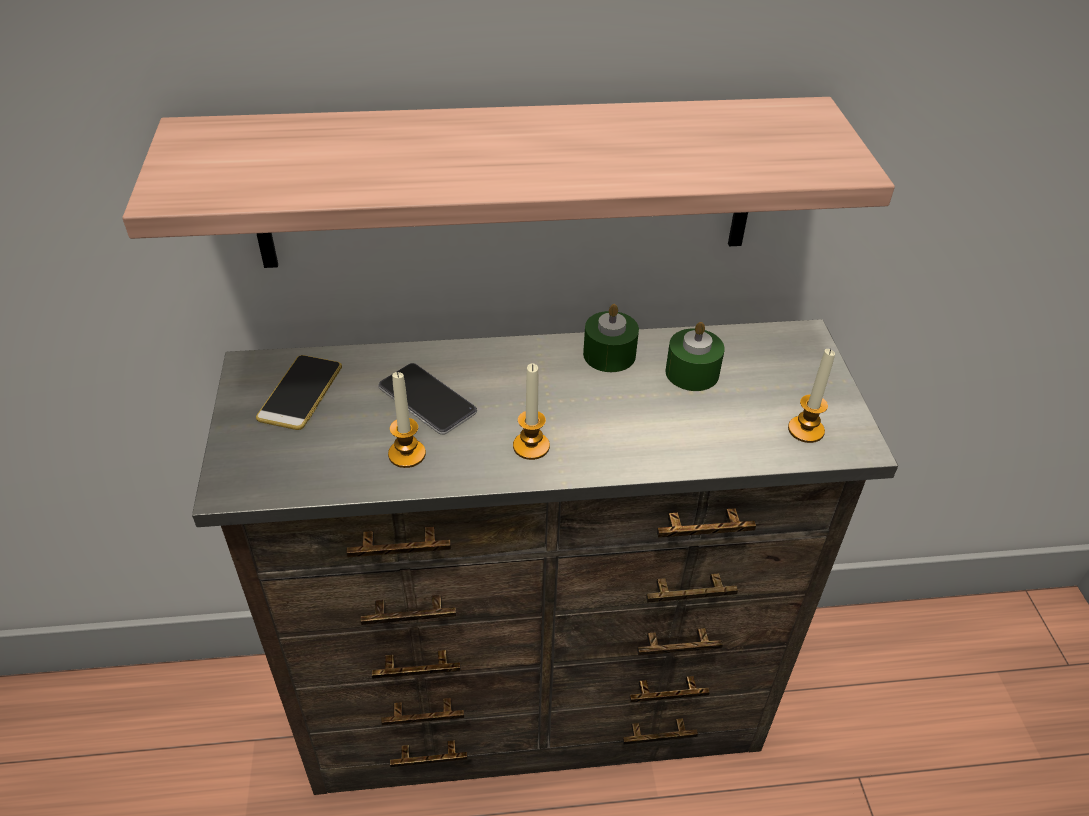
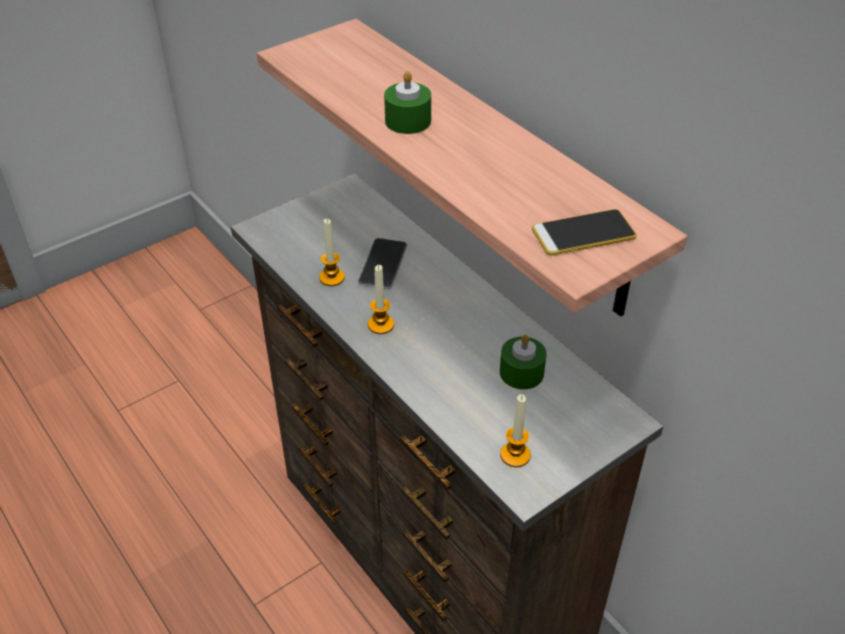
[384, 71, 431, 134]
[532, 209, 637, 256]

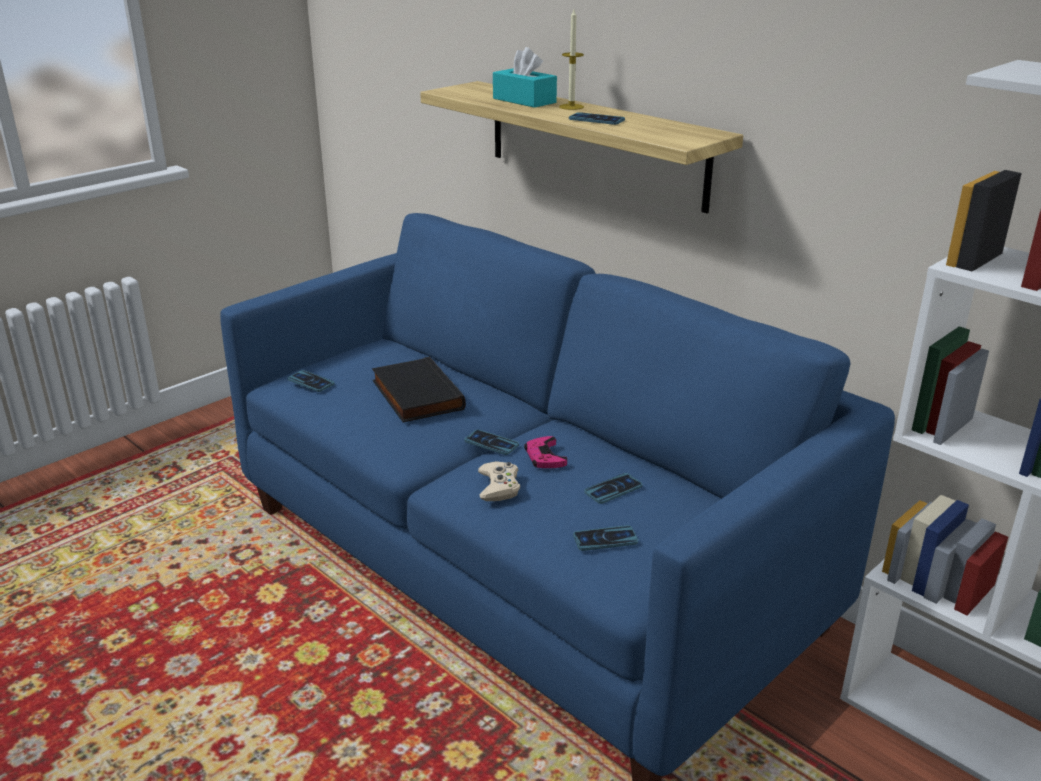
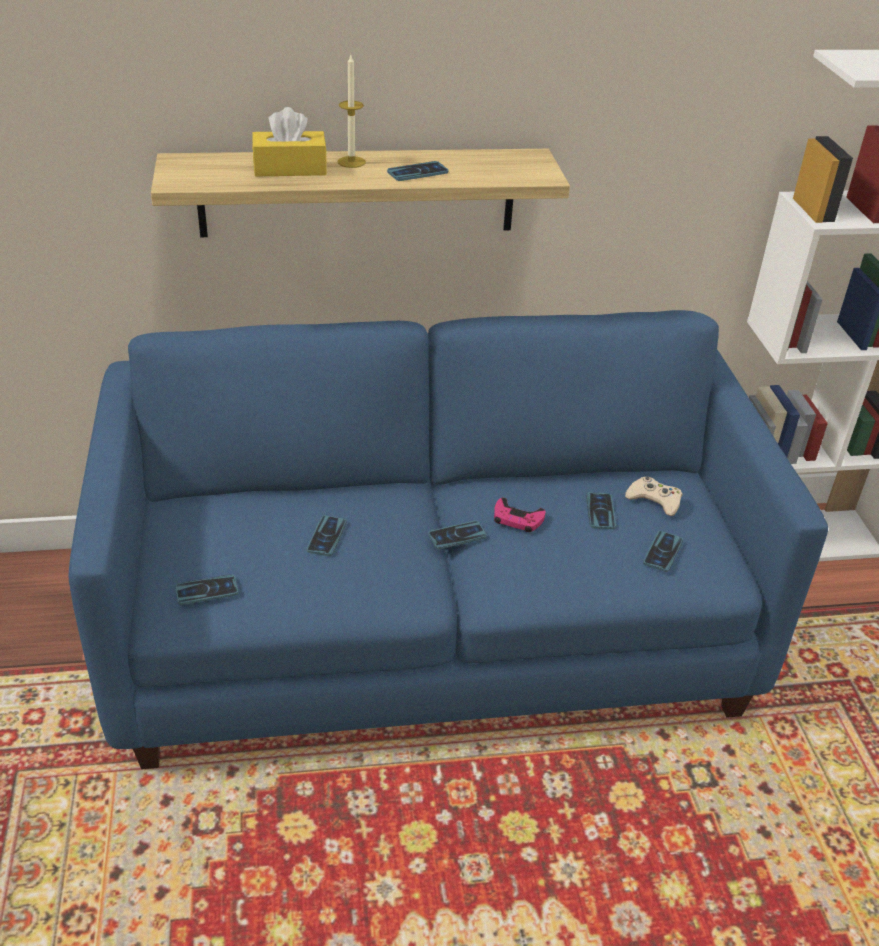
[252, 107, 327, 176]
[307, 515, 347, 556]
[625, 476, 682, 516]

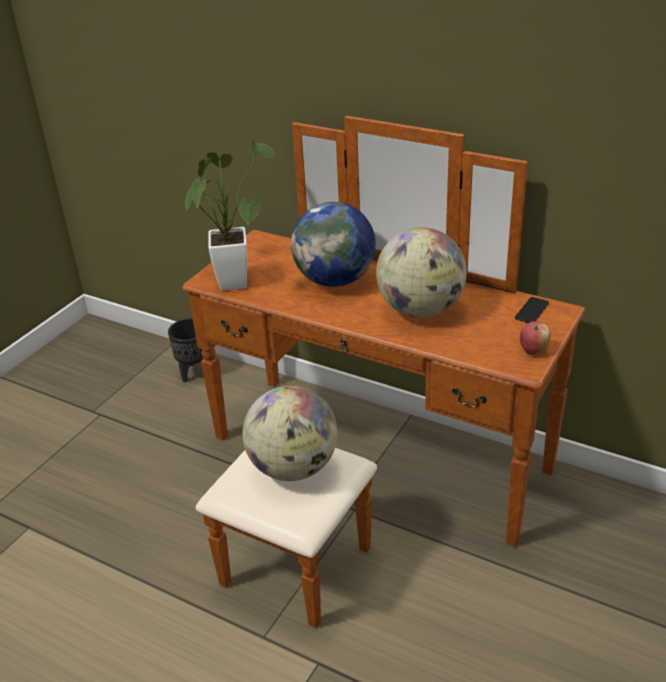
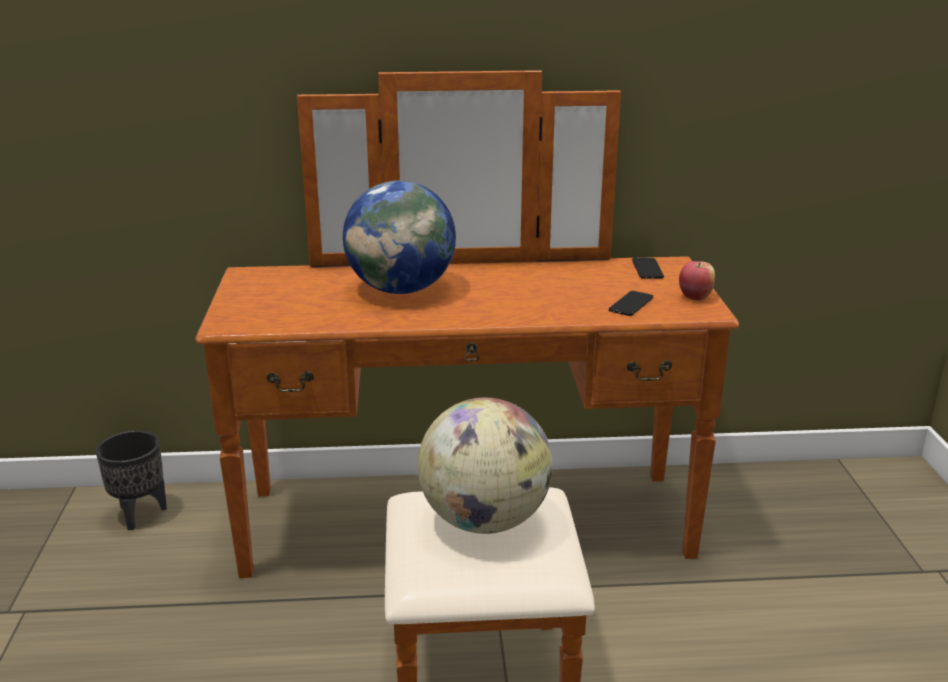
[185, 140, 276, 291] (first image)
[376, 227, 467, 318] (first image)
[609, 291, 653, 316]

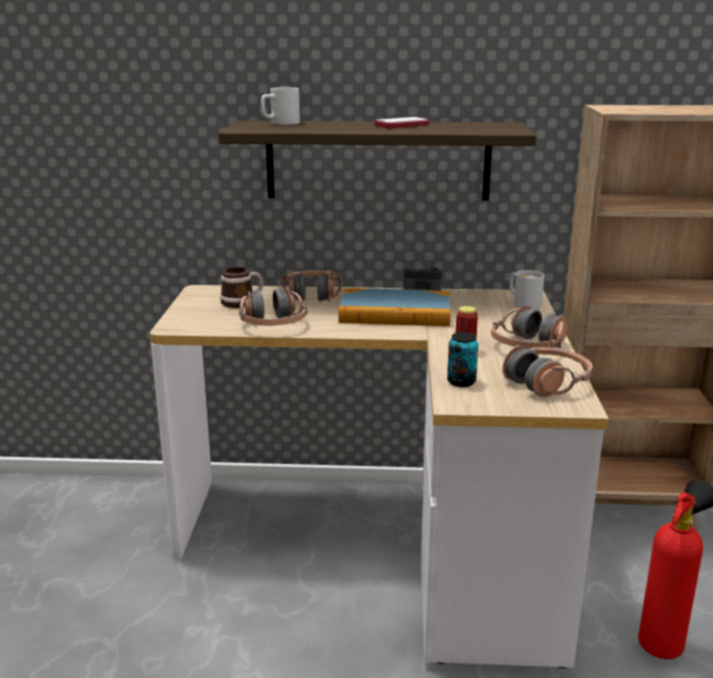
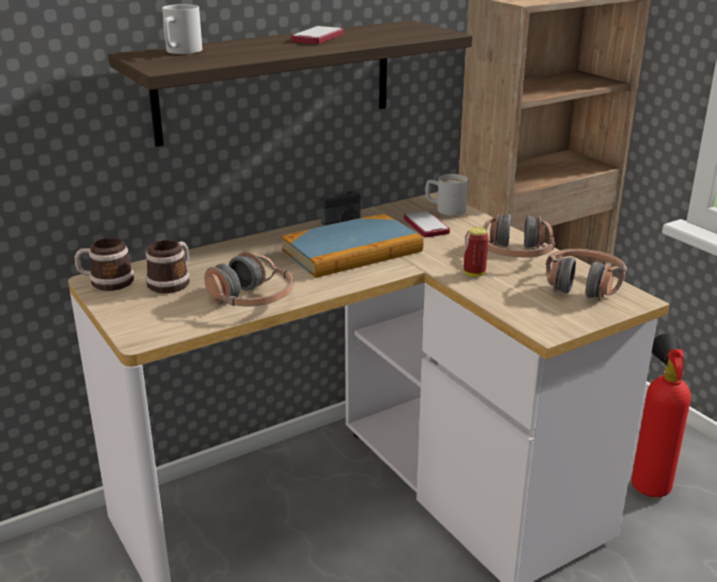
[282, 270, 343, 302] (first image)
[447, 332, 478, 387] (first image)
[404, 211, 450, 237]
[75, 238, 134, 291]

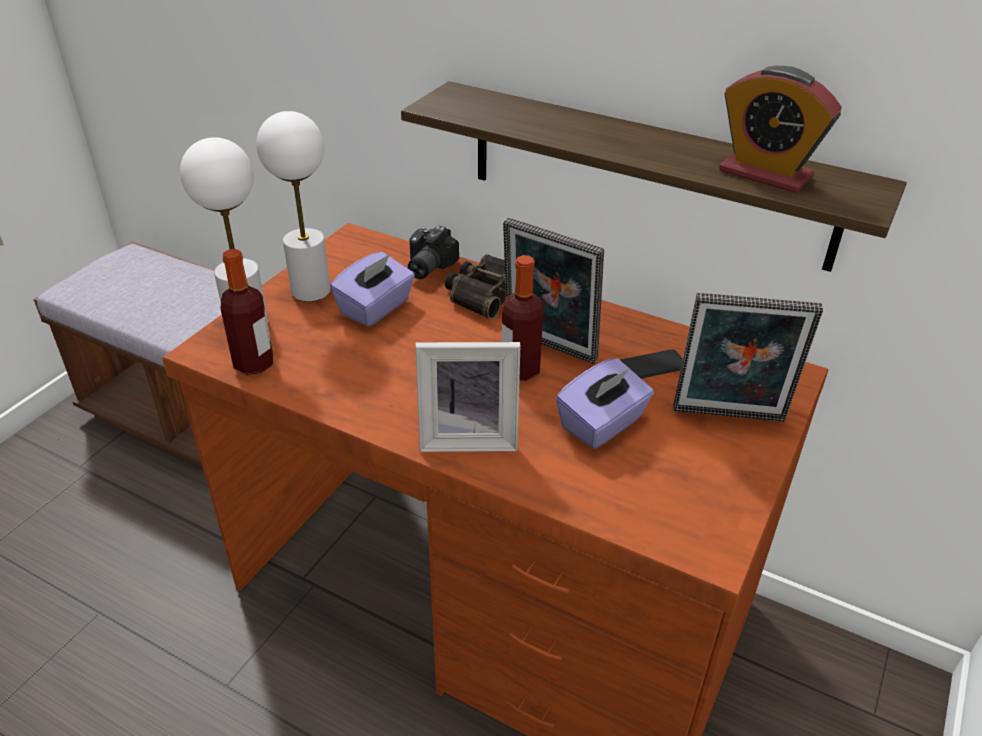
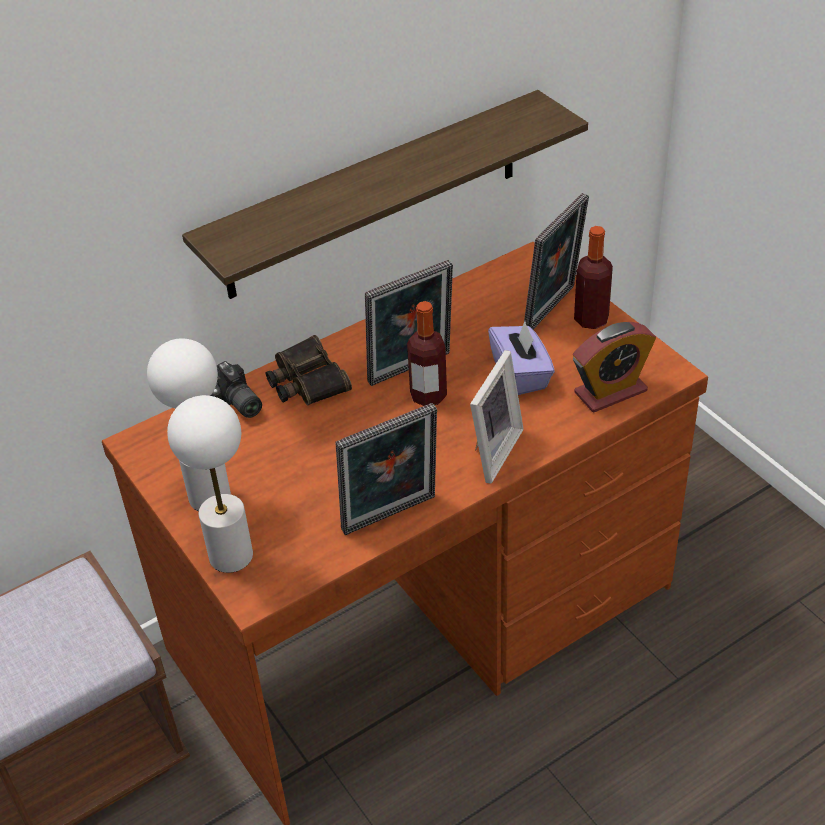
[573, 322, 656, 413]
[574, 226, 613, 329]
[330, 252, 415, 327] (first image)
[620, 349, 683, 379] (first image)
[336, 403, 437, 535]

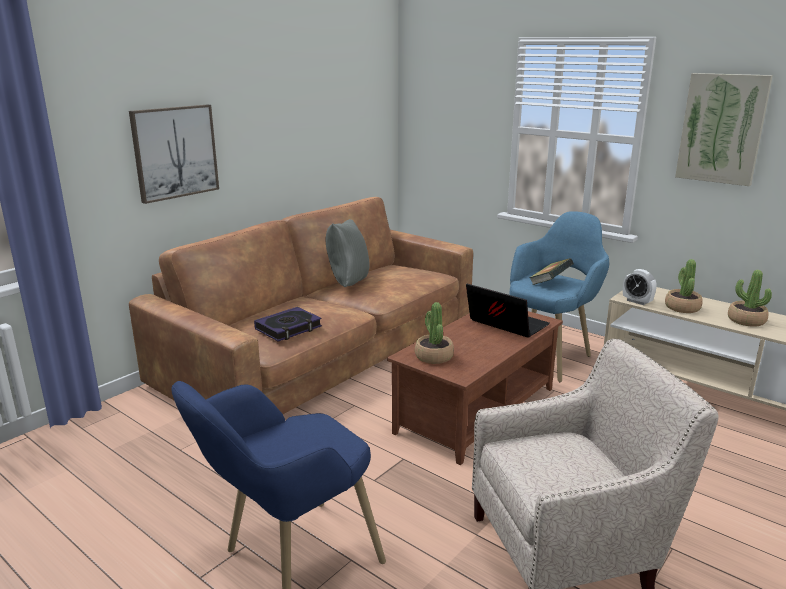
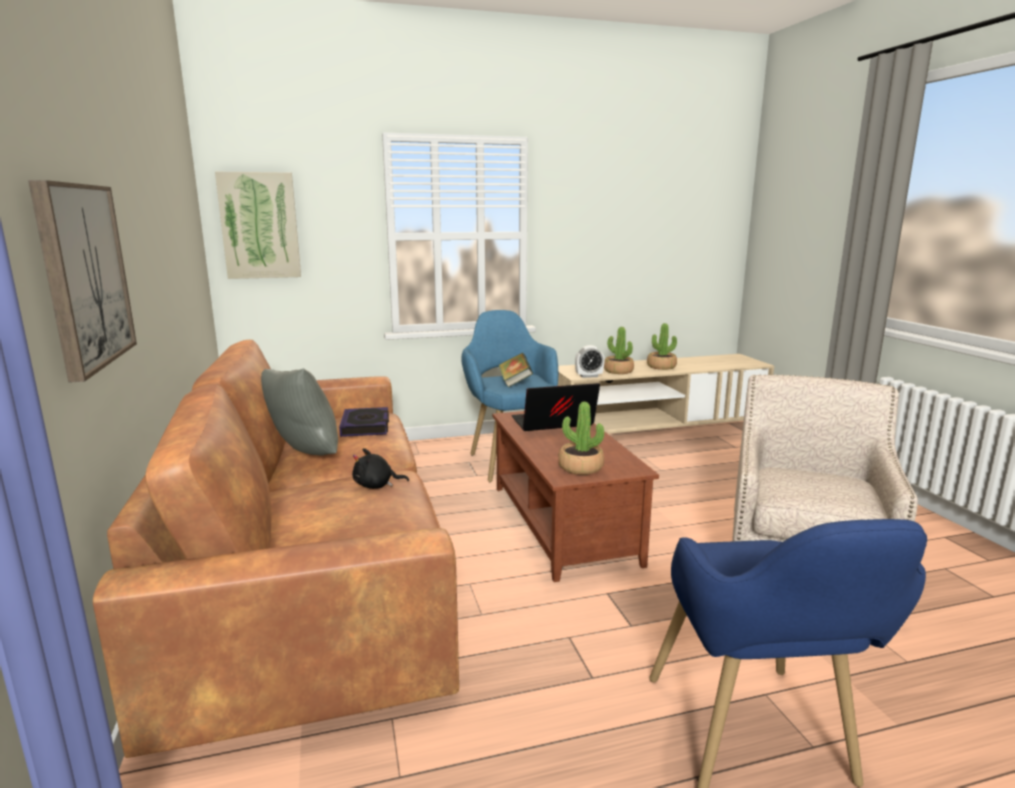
[215, 172, 301, 279]
[339, 407, 389, 437]
[352, 448, 409, 489]

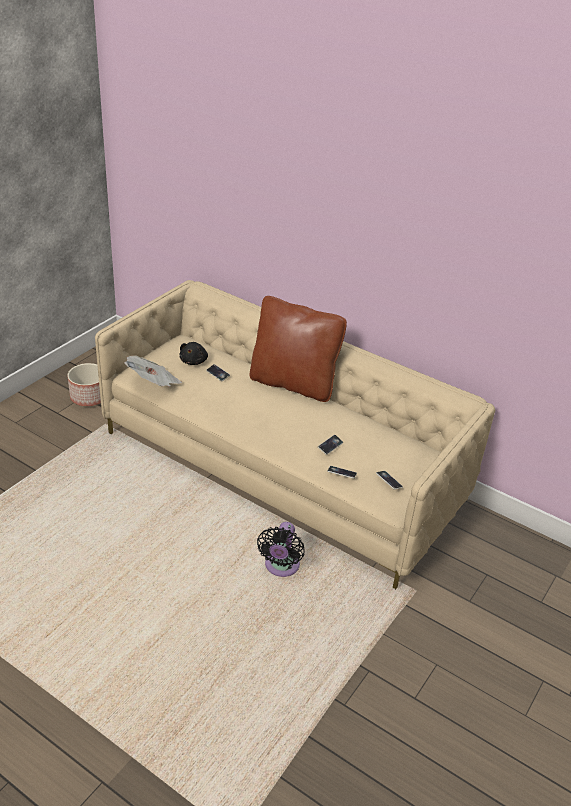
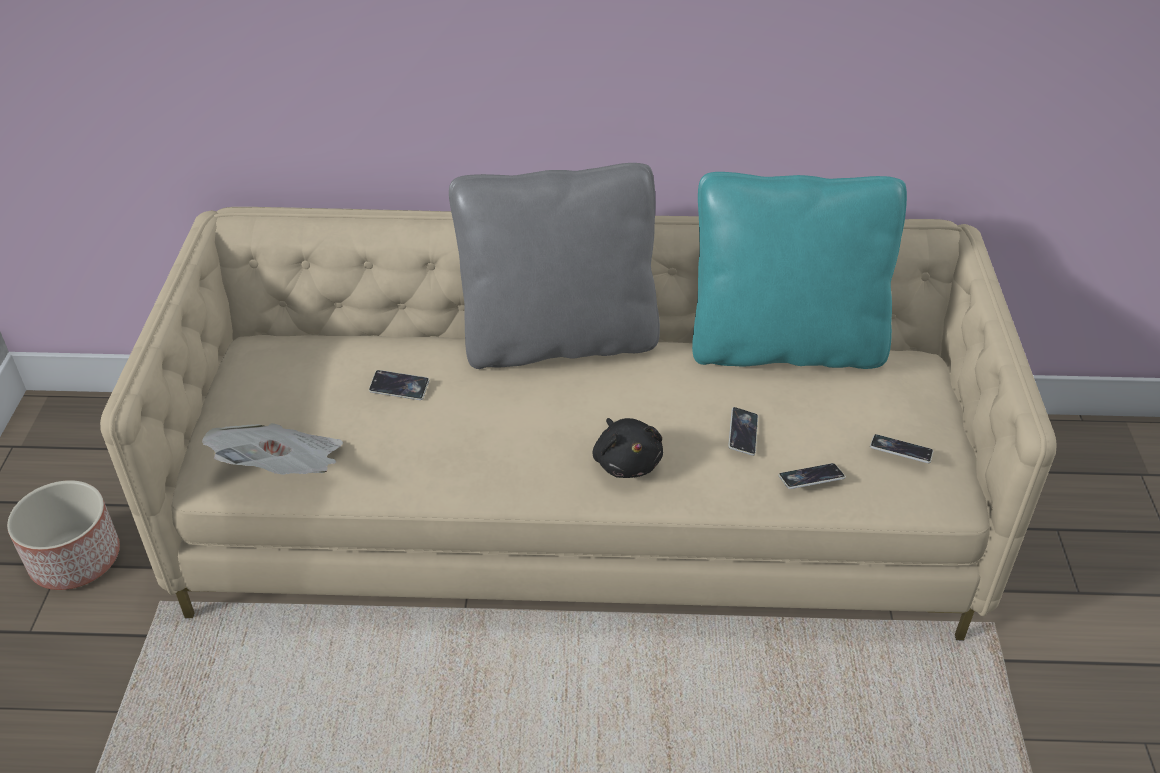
[449, 163, 660, 369]
[593, 418, 663, 478]
[257, 522, 305, 577] (first image)
[692, 172, 907, 369]

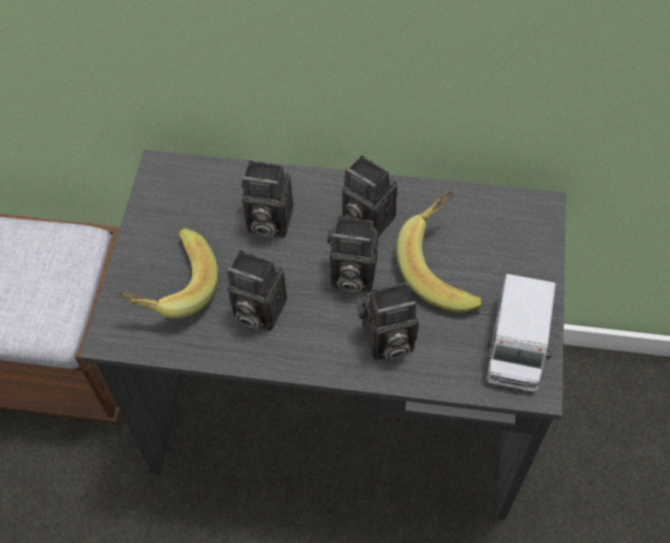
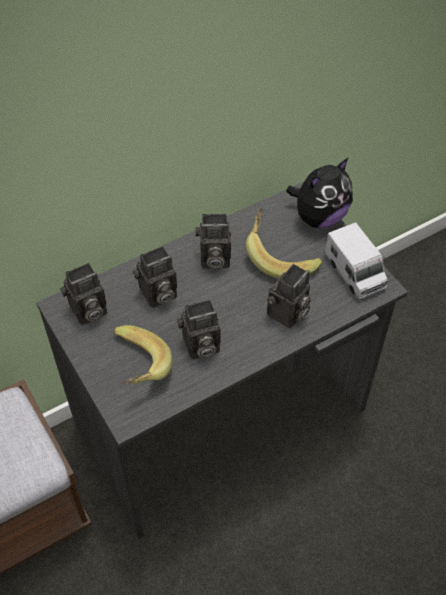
[60, 263, 107, 325]
[286, 158, 353, 228]

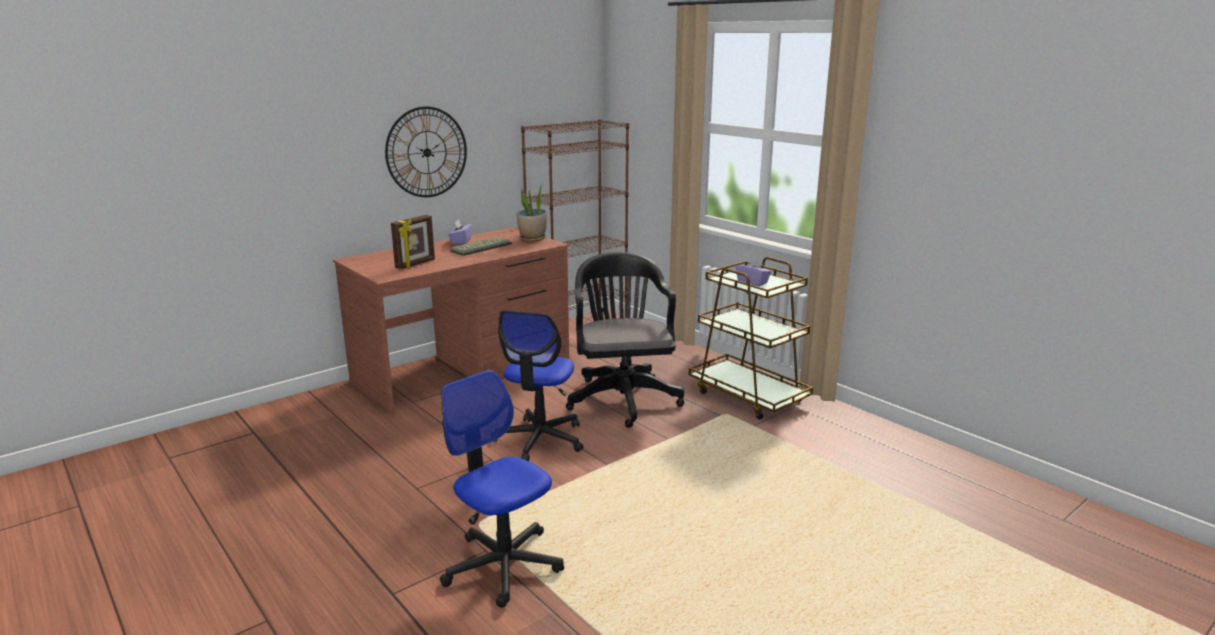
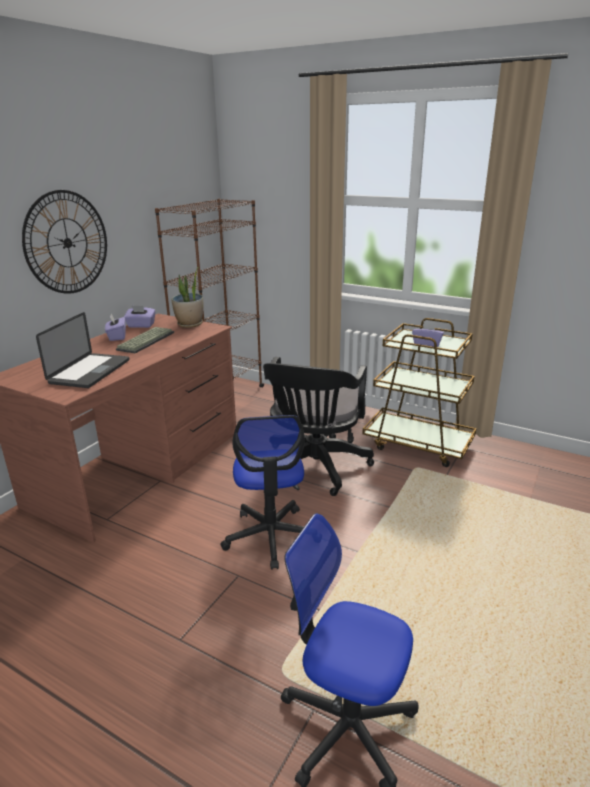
[36, 312, 130, 388]
[263, 357, 374, 496]
[124, 305, 155, 328]

